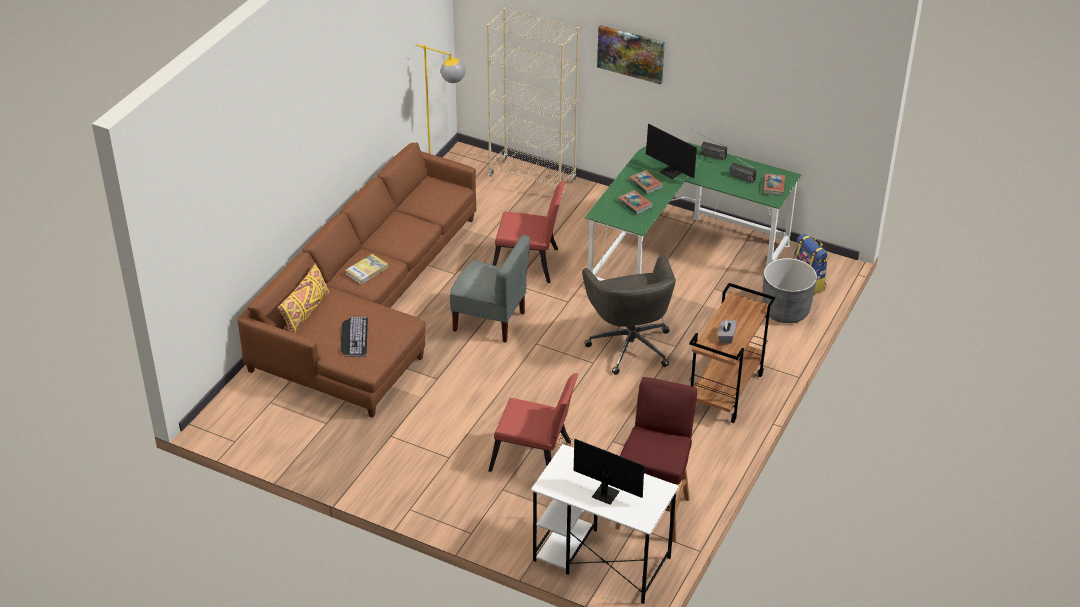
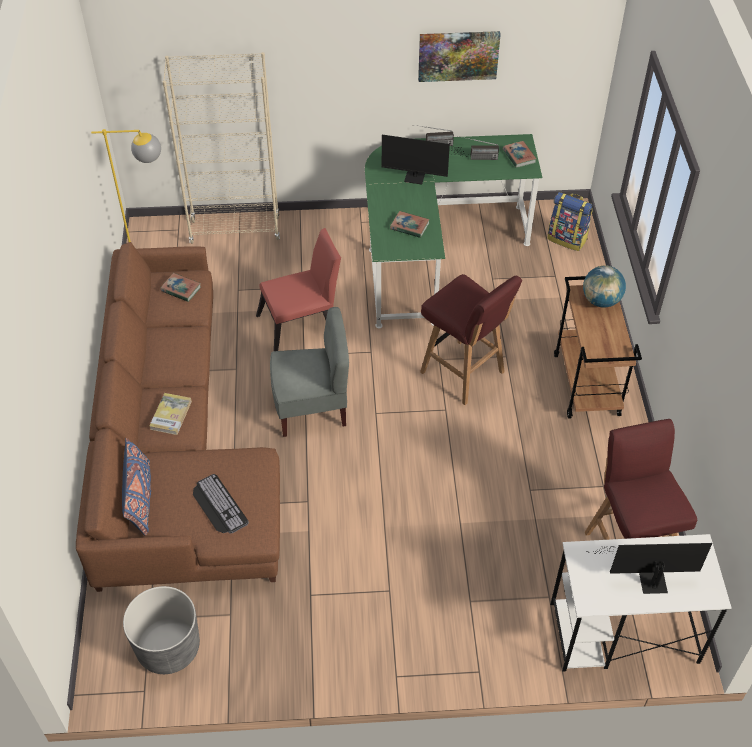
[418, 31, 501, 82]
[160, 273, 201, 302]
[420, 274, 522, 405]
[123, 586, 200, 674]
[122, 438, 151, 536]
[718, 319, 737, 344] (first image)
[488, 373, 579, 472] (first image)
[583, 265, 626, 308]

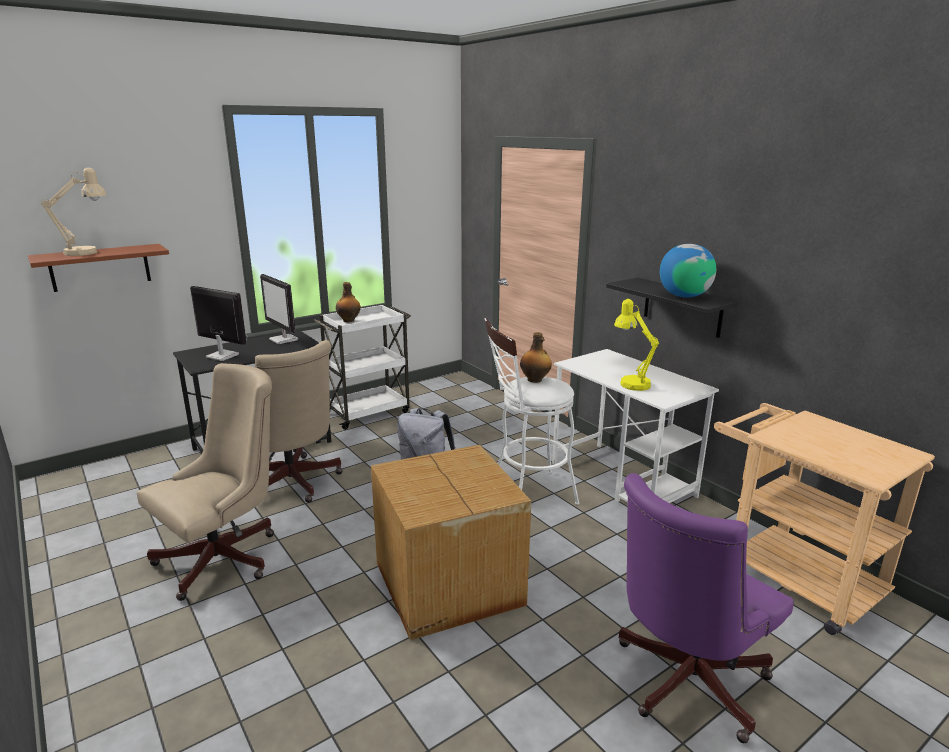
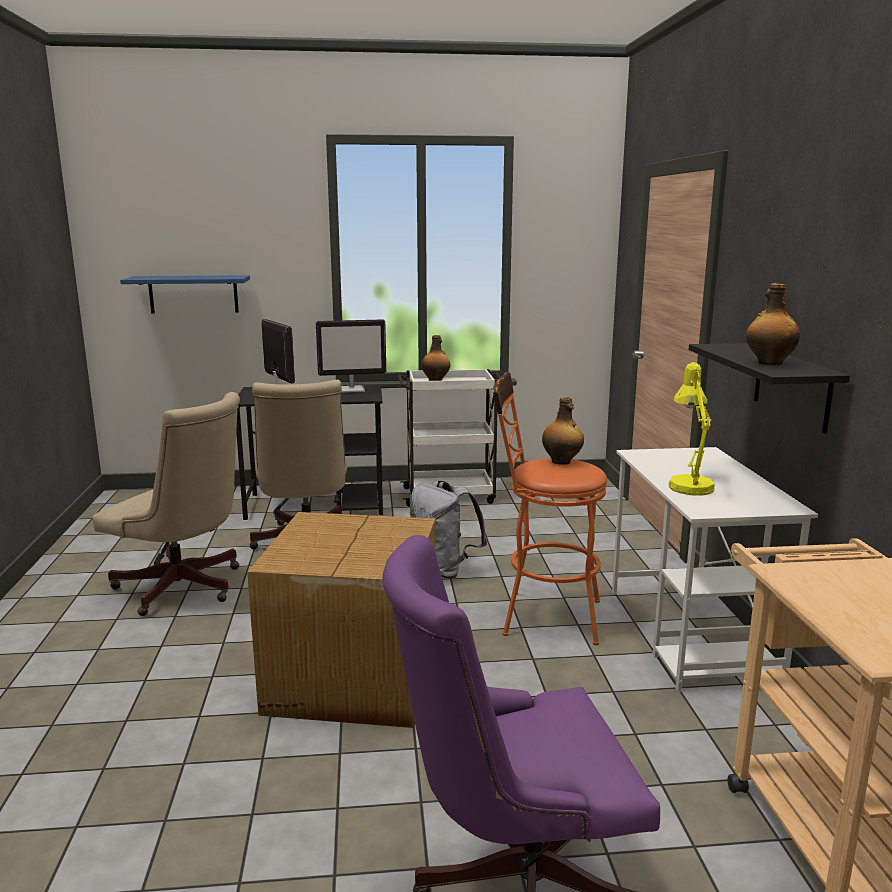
[41, 168, 107, 256] (first image)
[120, 275, 250, 314]
[746, 283, 800, 365]
[316, 319, 386, 393]
[493, 372, 607, 645]
[92, 392, 240, 616]

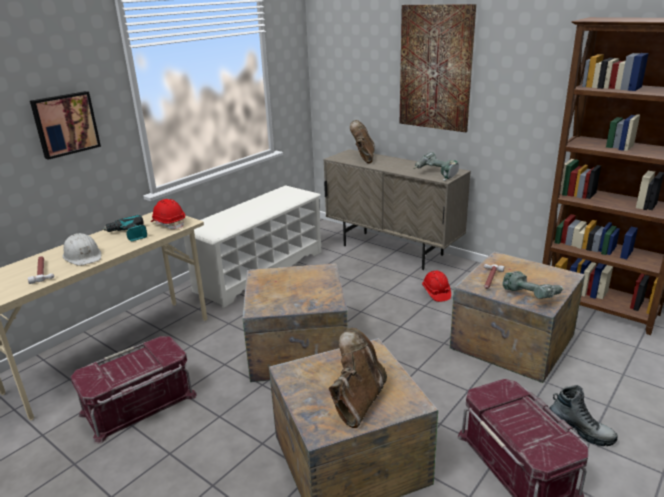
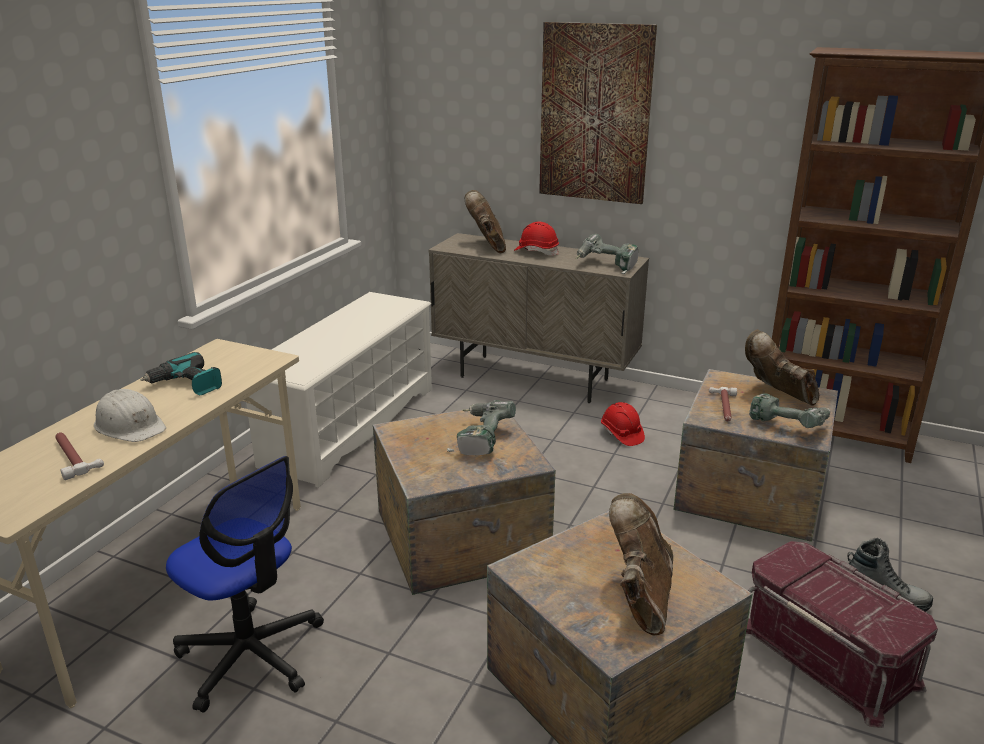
[30, 91, 101, 160] (first image)
[514, 221, 559, 256]
[166, 456, 324, 713]
[745, 330, 819, 406]
[447, 400, 516, 455]

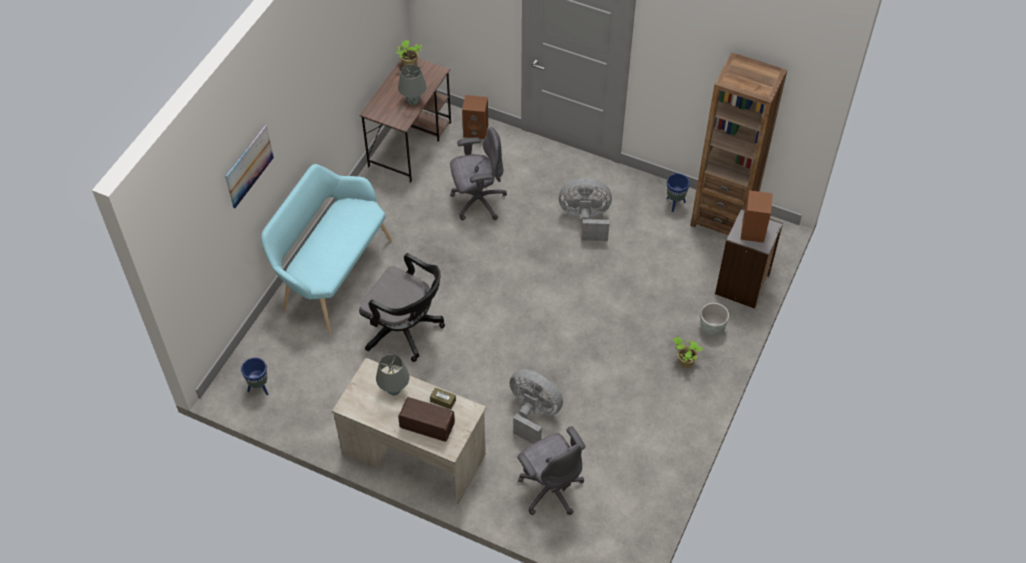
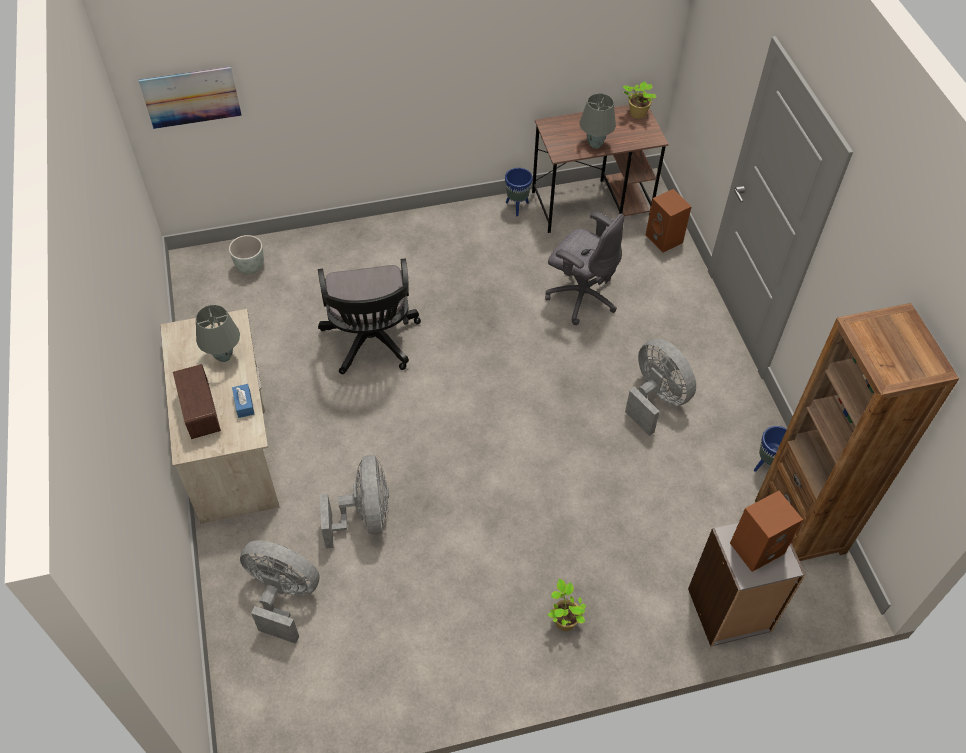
[139, 66, 242, 129]
[261, 164, 392, 334] (first image)
[229, 235, 264, 274]
[505, 168, 533, 216]
[232, 384, 254, 418]
[240, 541, 320, 644]

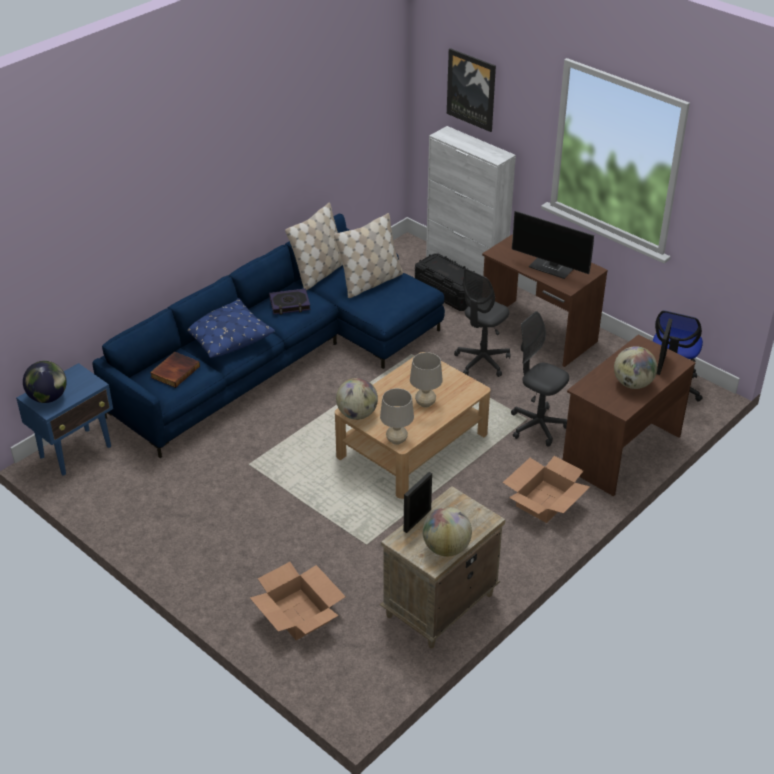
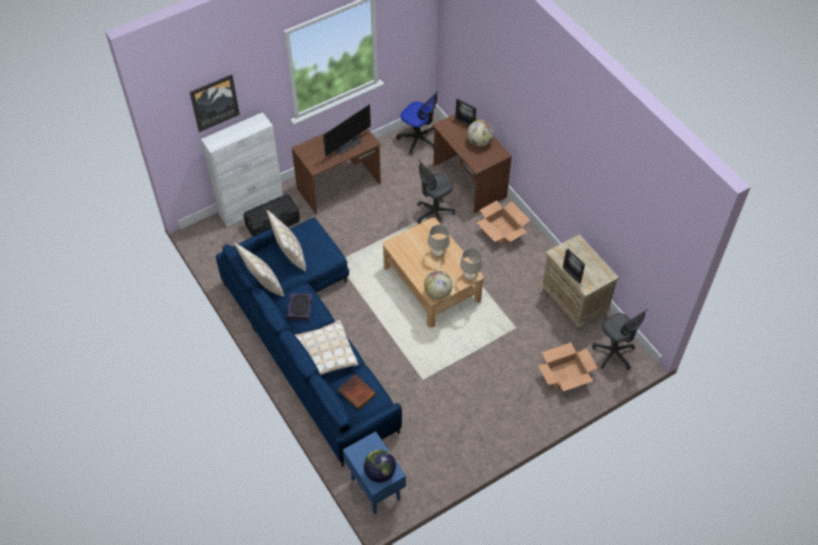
[592, 309, 648, 370]
[295, 320, 358, 375]
[423, 507, 472, 556] (first image)

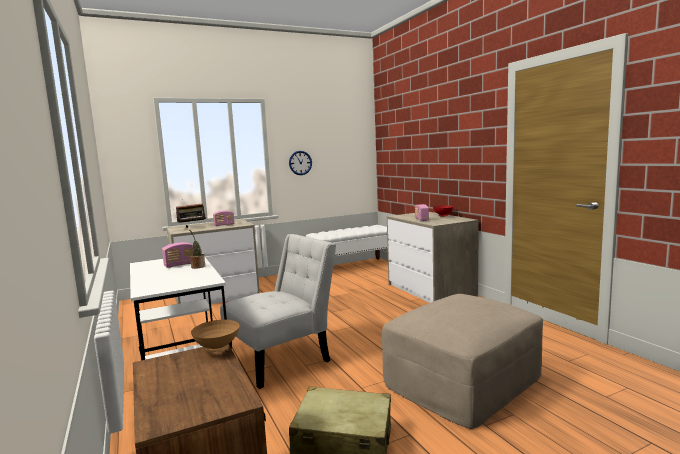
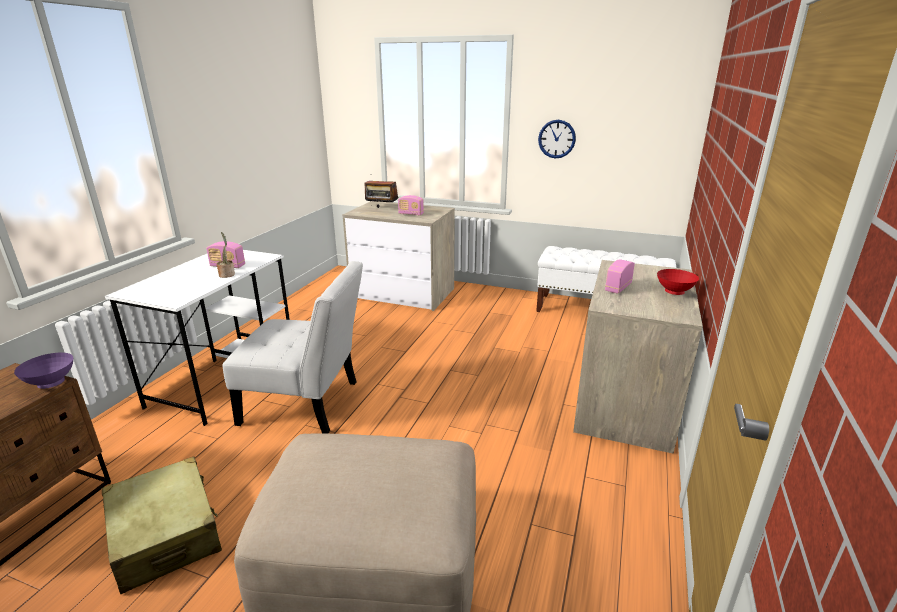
[14, 352, 73, 389]

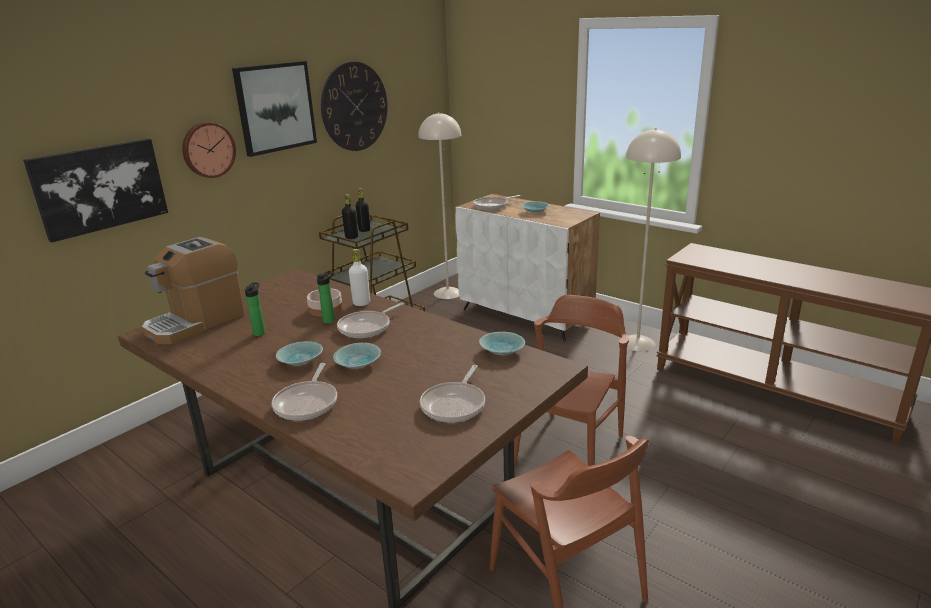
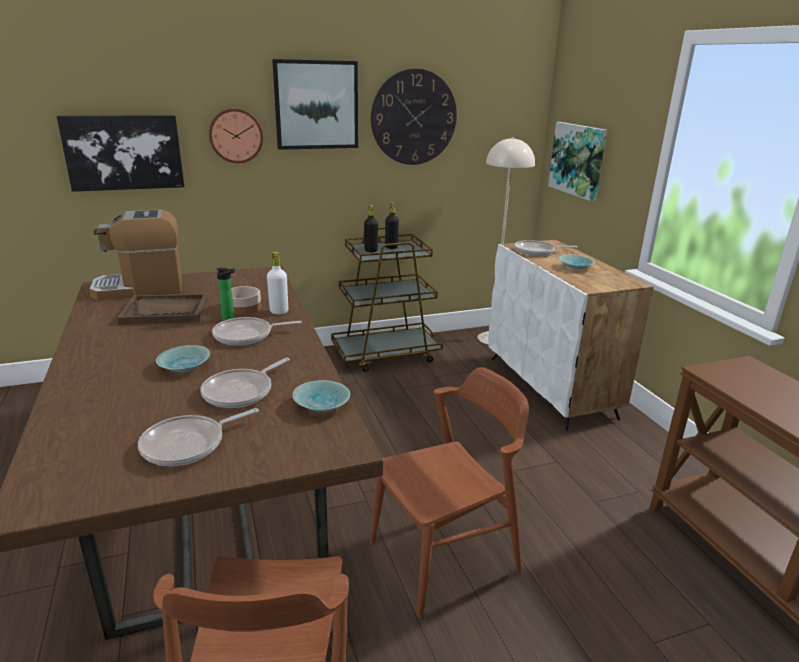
[626, 128, 681, 351] (first image)
[117, 294, 208, 325]
[276, 341, 323, 366] (first image)
[200, 358, 290, 408]
[548, 122, 607, 201]

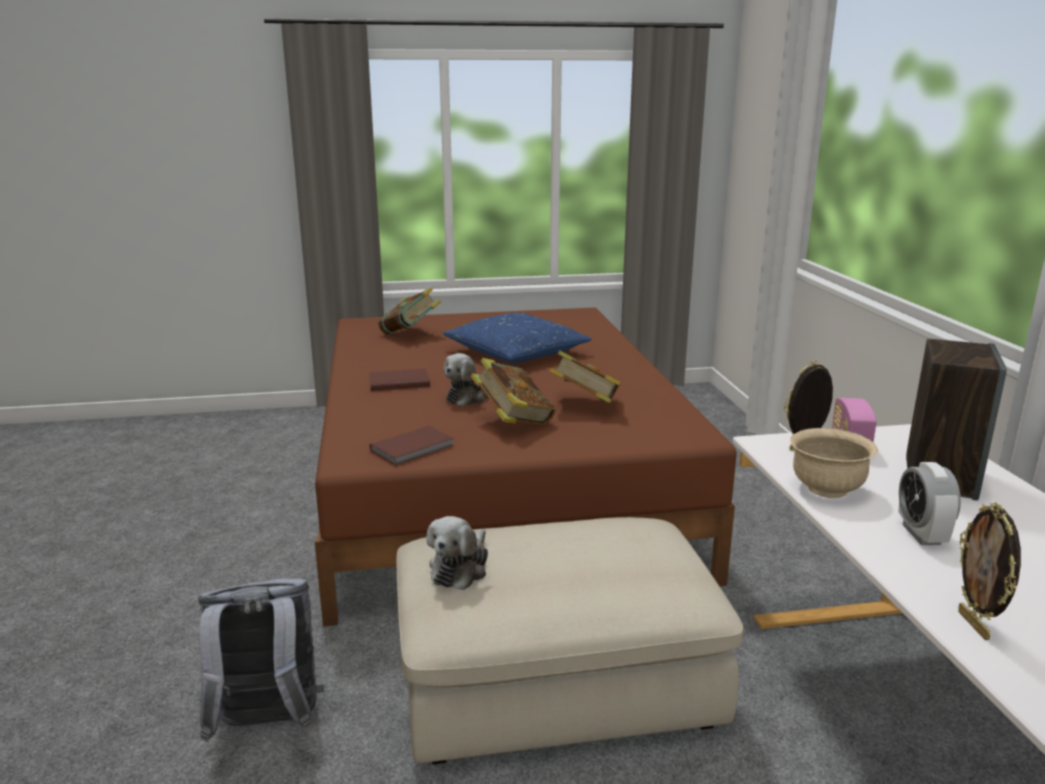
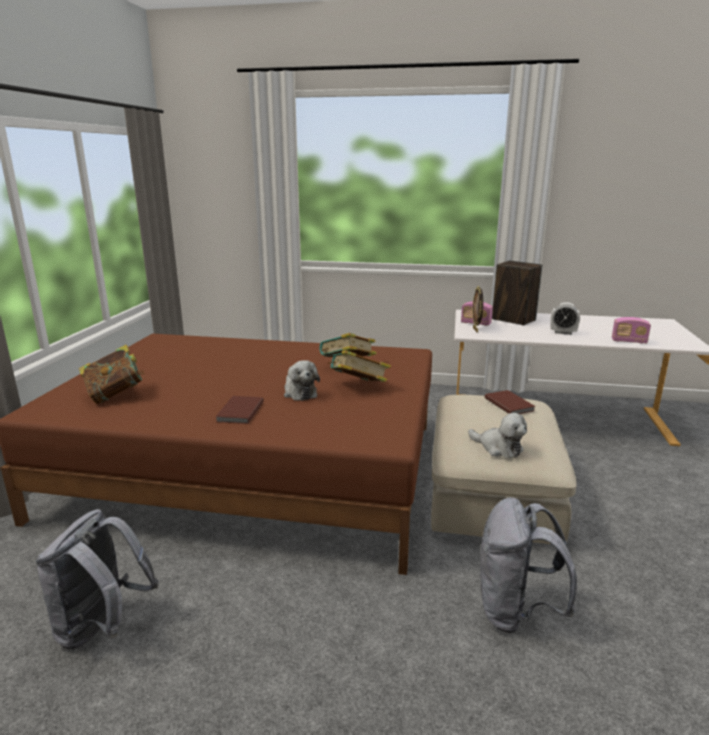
[443, 313, 592, 363] (first image)
[485, 390, 536, 414]
[790, 428, 878, 498] (first image)
[612, 317, 651, 344]
[36, 509, 159, 649]

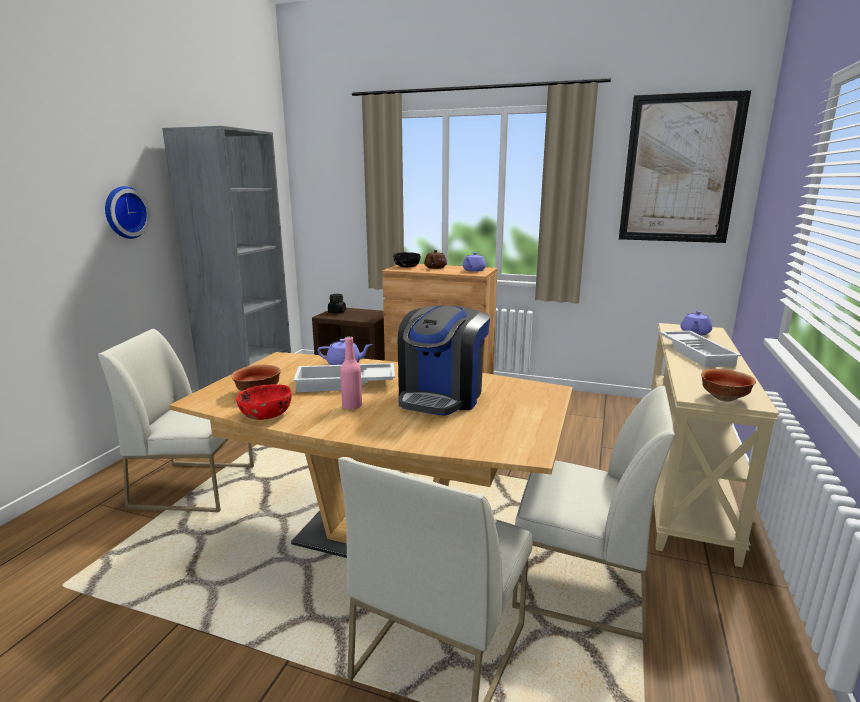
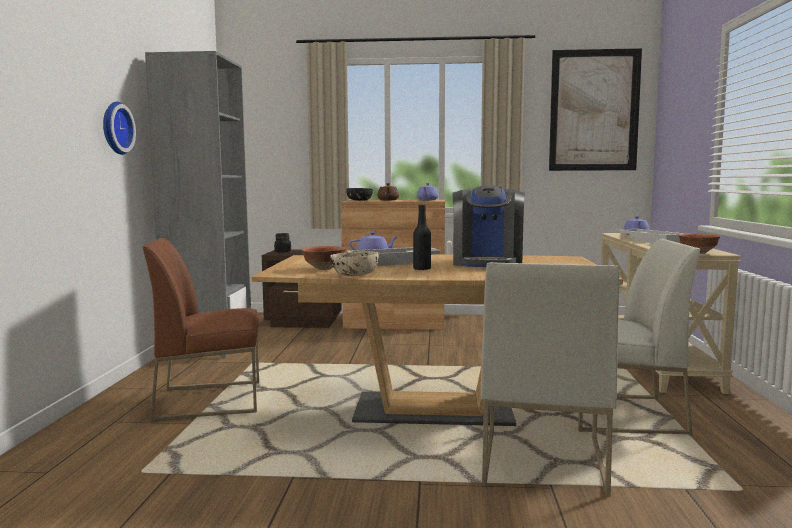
[143, 238, 259, 422]
[413, 204, 431, 270]
[330, 251, 379, 276]

